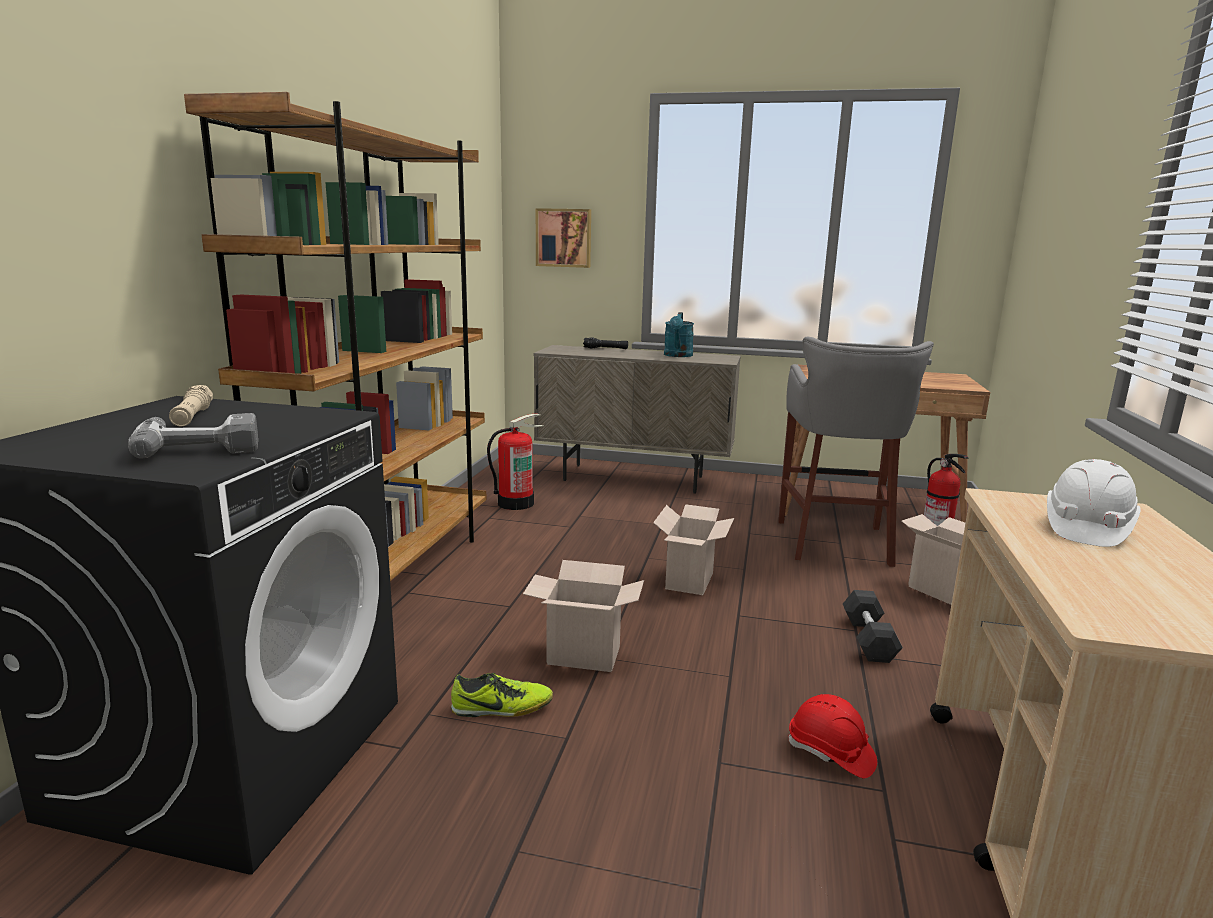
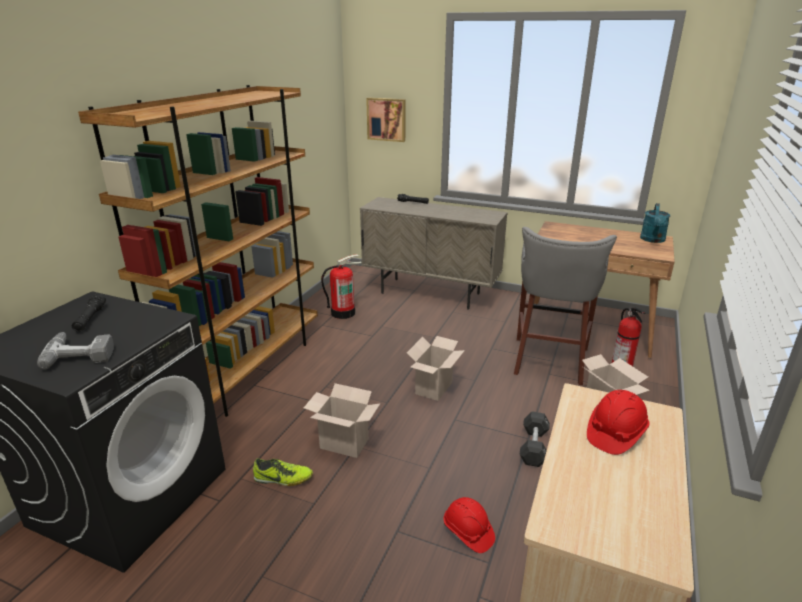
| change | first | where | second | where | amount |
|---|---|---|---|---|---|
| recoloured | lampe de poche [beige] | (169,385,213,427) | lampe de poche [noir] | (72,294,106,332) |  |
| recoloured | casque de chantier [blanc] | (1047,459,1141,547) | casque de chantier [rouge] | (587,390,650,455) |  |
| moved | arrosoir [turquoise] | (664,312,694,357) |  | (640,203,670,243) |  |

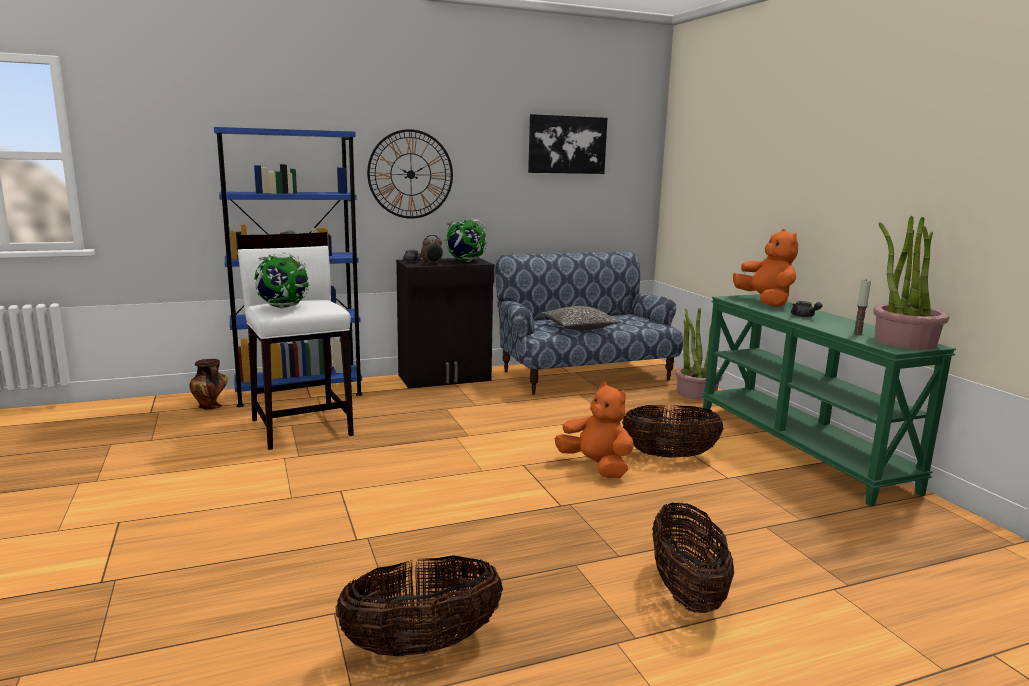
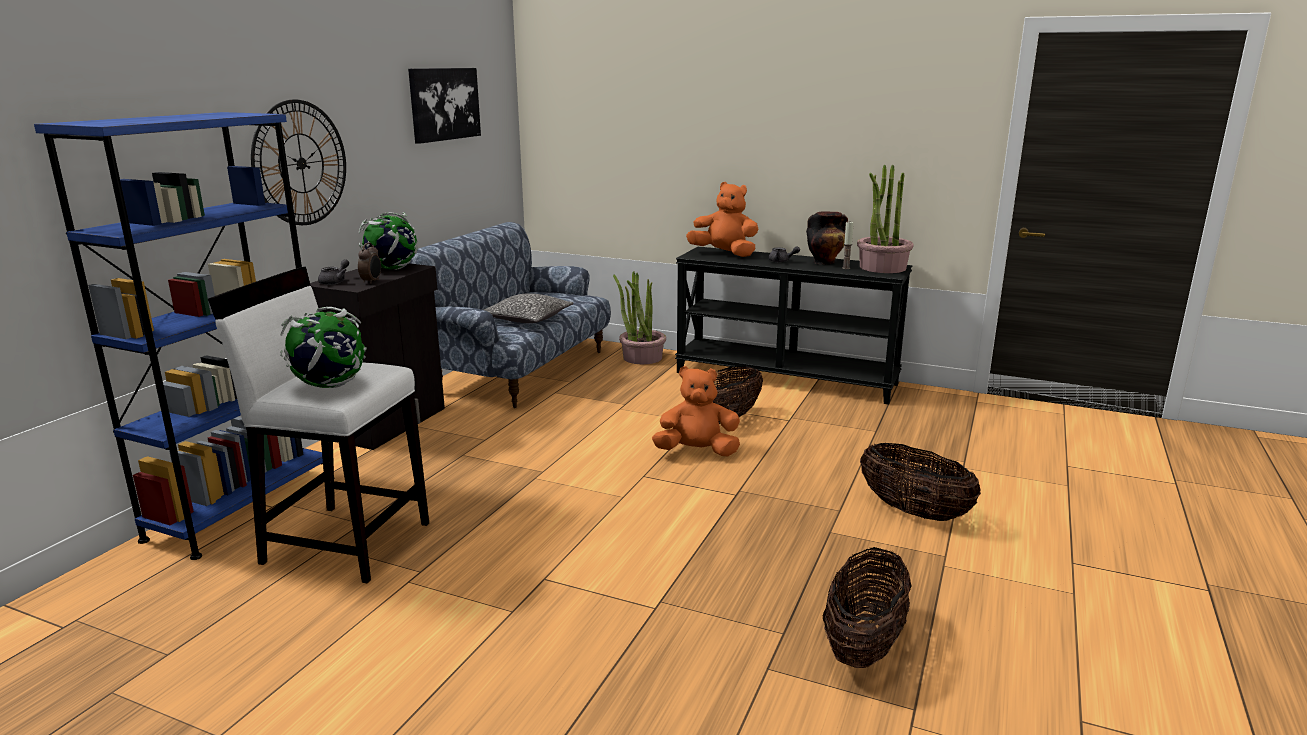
| change | first | where | second | where | amount |
|---|---|---|---|---|---|
| recoloured | table console [vert] | (702,294,956,506) | table console [noir] | (675,247,912,405) |  |
| moved | vase | (189,359,228,410) |  | (806,211,848,265) |  |

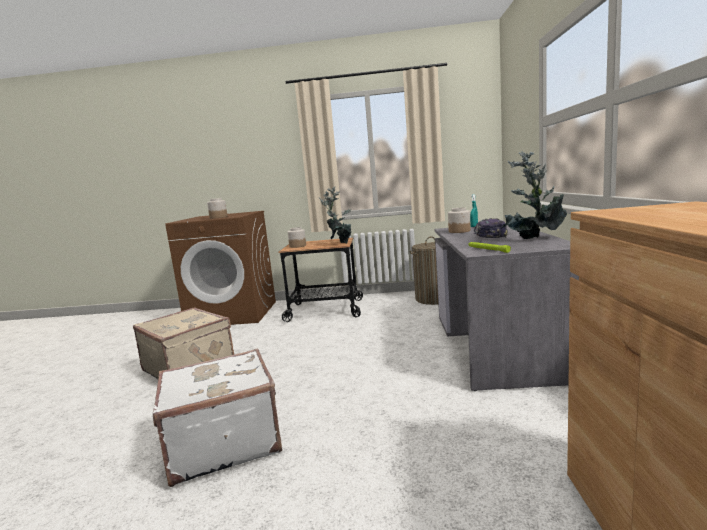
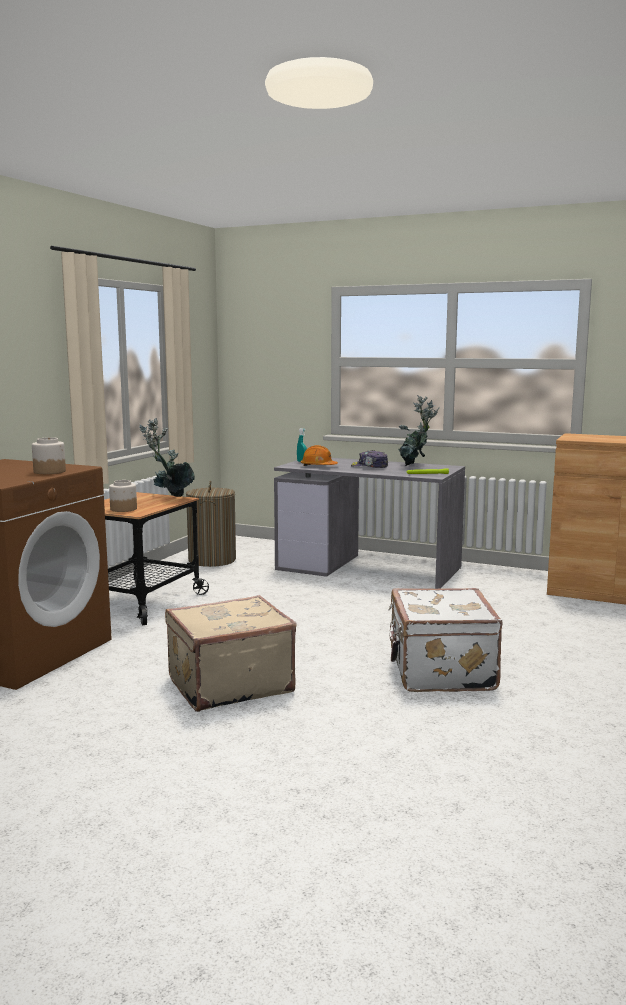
| change | first | where | second | where | amount |
|---|---|---|---|---|---|
| replaced | bocal | (448,208,471,233) | casque de chantier [orange] | (301,445,338,466) |  |

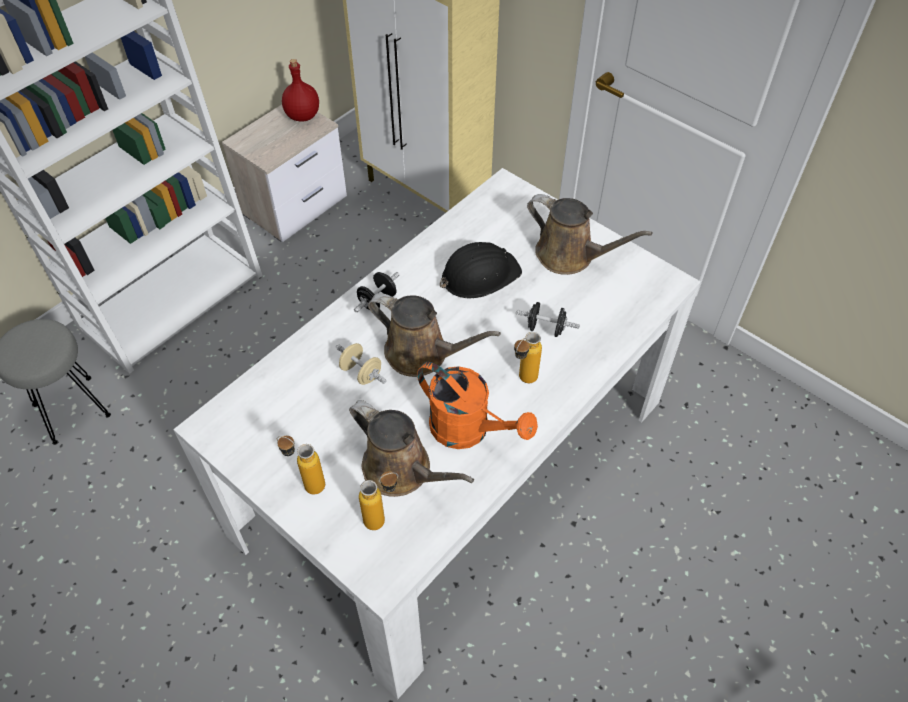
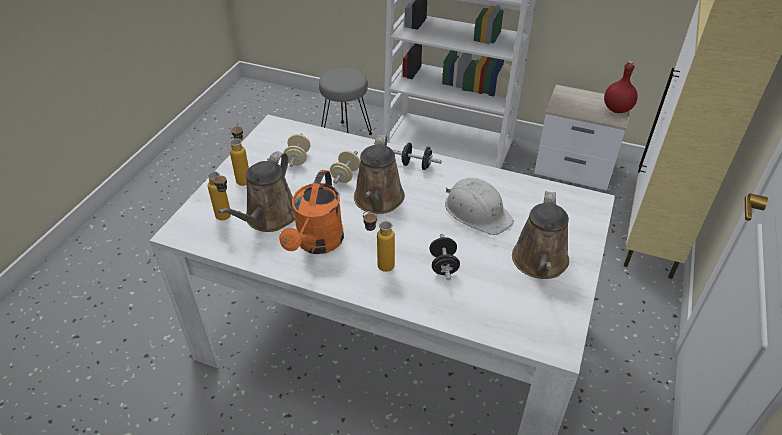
| change | first | where | second | where | amount |
|---|---|---|---|---|---|
| added |  |  | haltère [beige] | (284,134,310,167) |  |
| recoloured | casque de chantier [noir] | (440,242,522,299) | casque de chantier [blanc] | (445,178,514,235) |  |

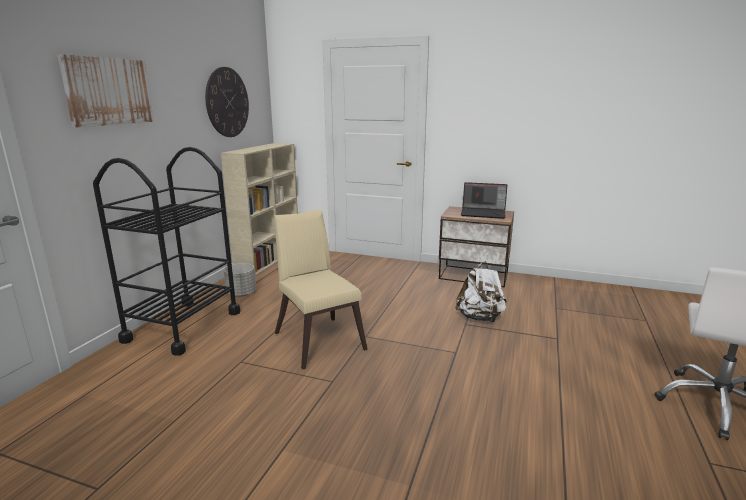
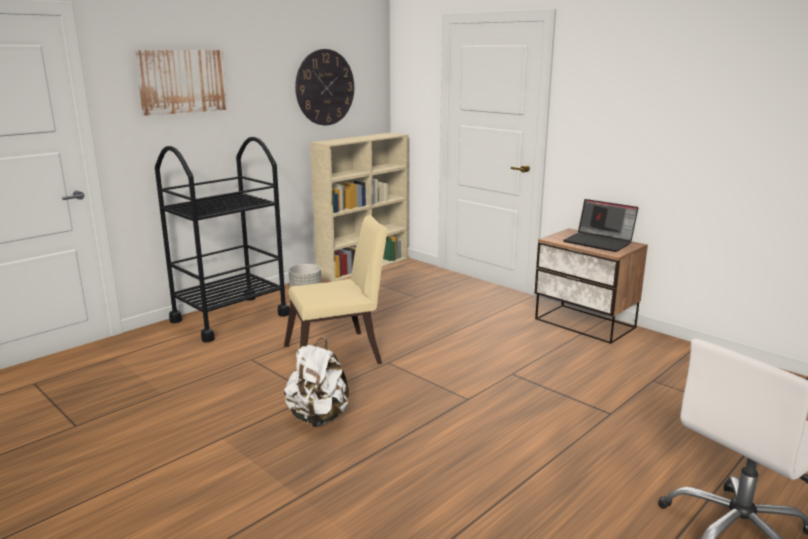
| change | first | where | second | where | amount |
|---|---|---|---|---|---|
| turned | chaise [beige] | (274,209,368,369) |  | (284,215,388,364) | 75 degrees clockwise |
| moved | sac à dos [blanc] | (455,261,507,323) |  | (284,338,349,427) |  |

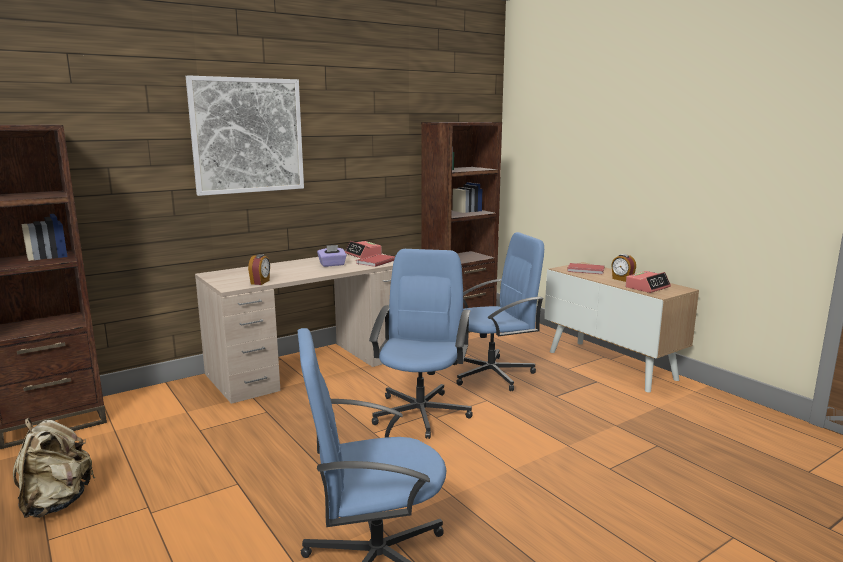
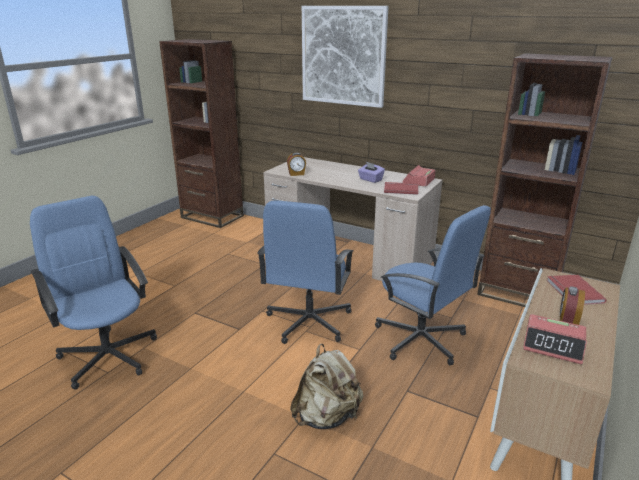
| change | first | where | second | where | amount |
|---|---|---|---|---|---|
| turned | chaise de bureau [bleu] | (369,249,473,439) |  | (257,201,353,344) | 120 degrees clockwise |
| moved | sac à dos [beige] | (13,418,95,518) |  | (290,344,363,429) |  |

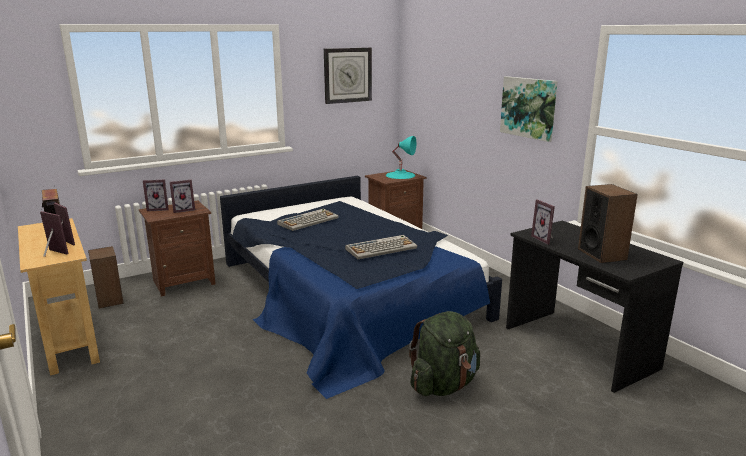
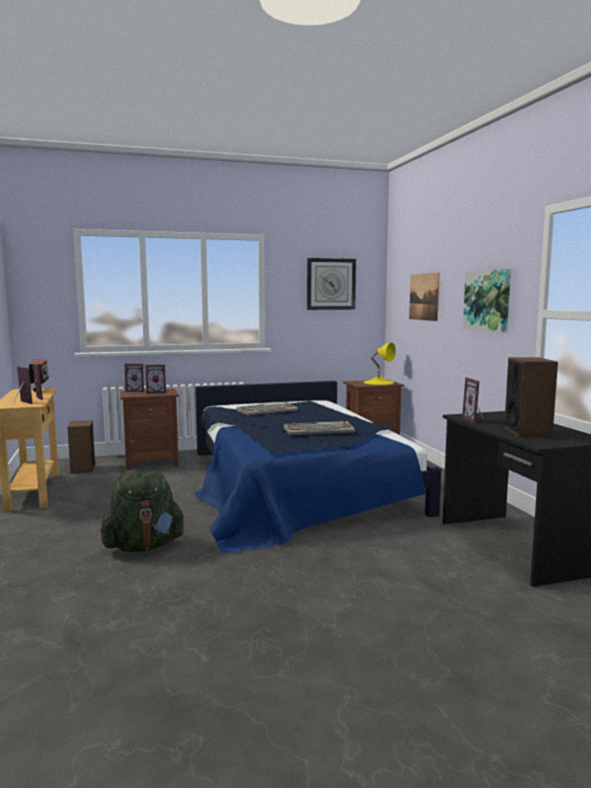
| change | first | where | second | where | amount |
|---|---|---|---|---|---|
| moved | sac à dos [vert] | (409,311,480,396) |  | (100,471,185,552) |  |
| recoloured | lampe de table [turquoise] | (386,136,416,179) | lampe de table [jaune] | (364,342,396,385) |  |
| added |  |  | tableau | (409,273,440,321) |  |

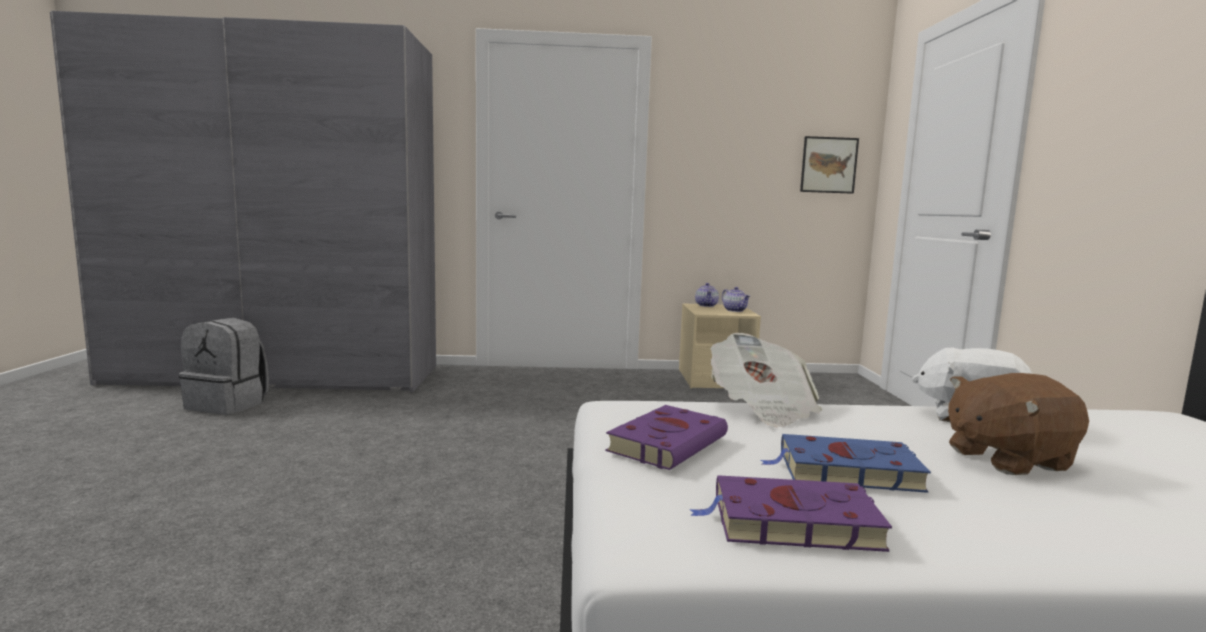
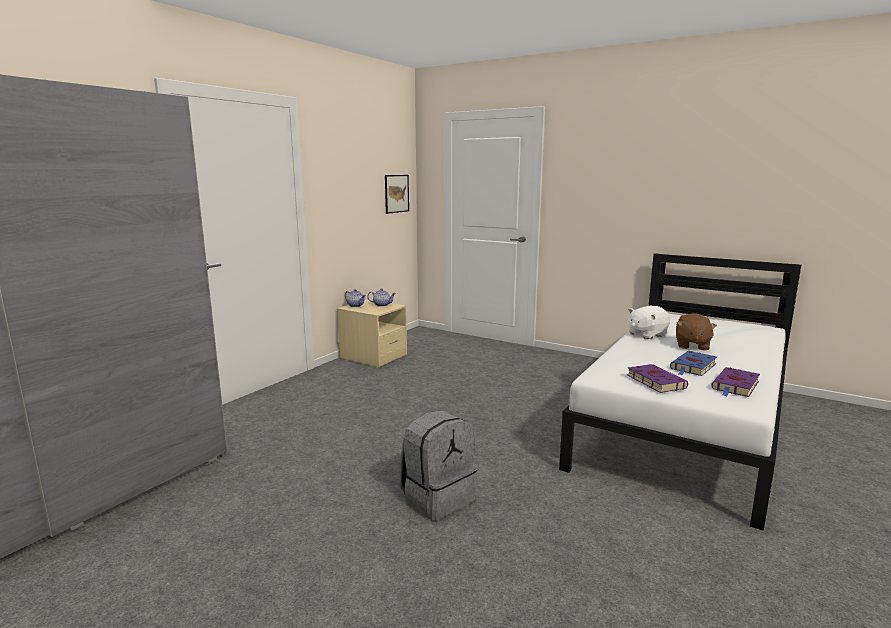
| change | first | where | second | where | amount |
|---|---|---|---|---|---|
| moved | sac à dos [gris] | (179,317,269,415) |  | (399,410,477,521) |  |
| removed | journal | (711,333,822,427) |  |  |  |

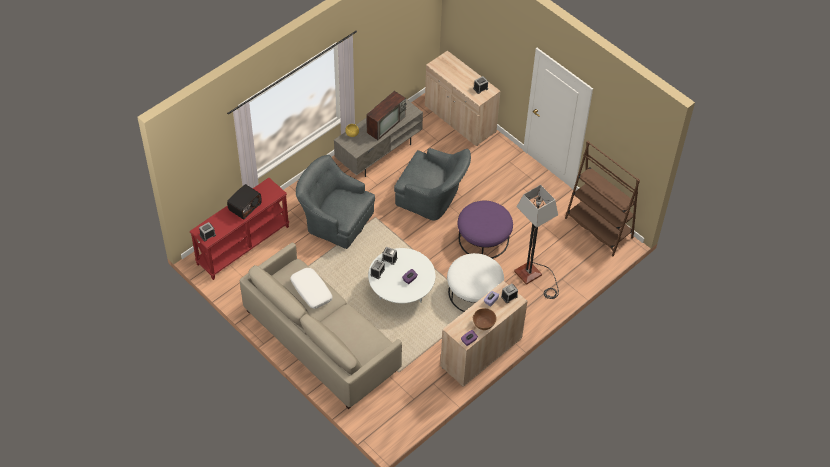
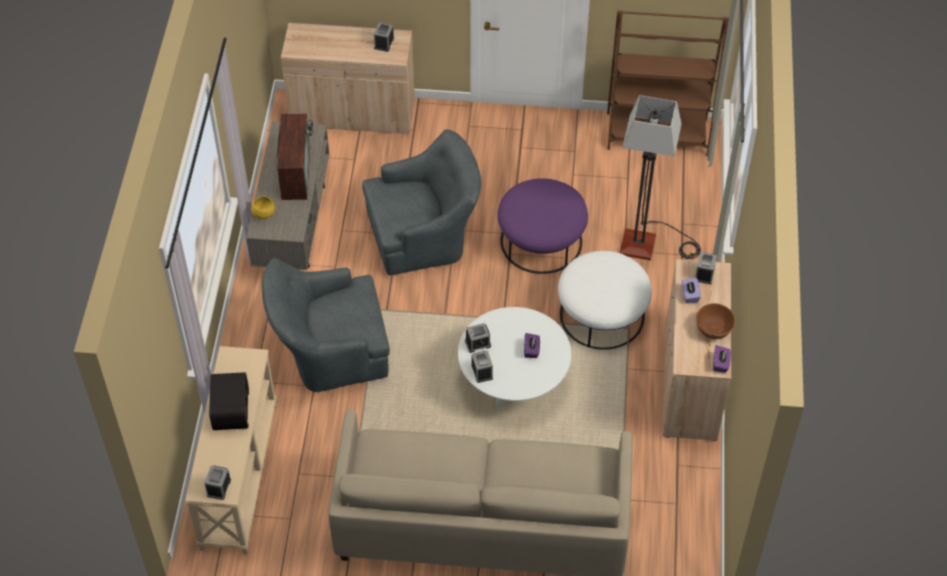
| change | first | where | second | where | amount |
|---|---|---|---|---|---|
| recoloured | table console [rouge] | (190,178,289,280) | table console [beige] | (185,346,277,555) |  |
| removed | coussin [blanc] | (290,268,333,309) |  |  |  |

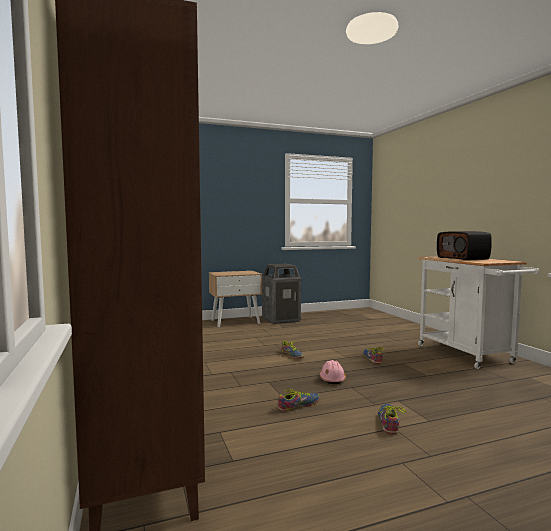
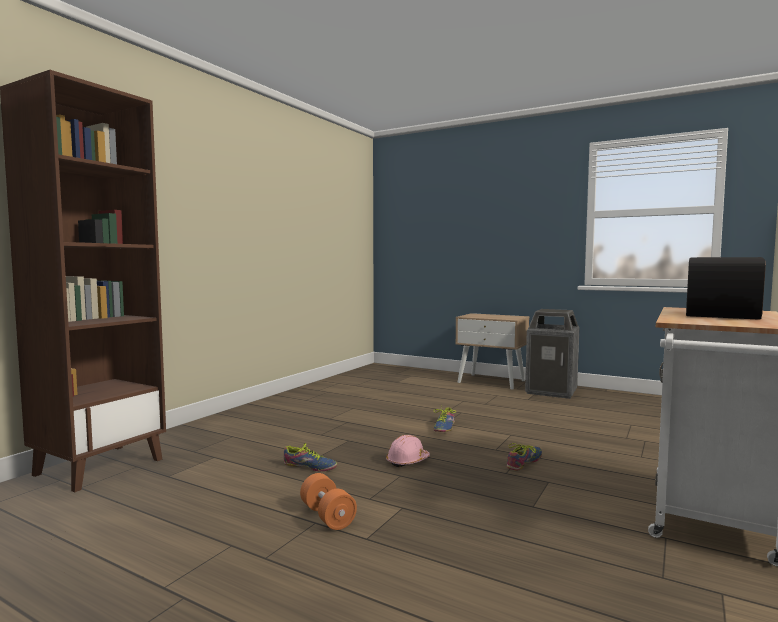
| change | first | where | second | where | amount |
|---|---|---|---|---|---|
| replaced | chaussure | (377,404,406,434) | haltère [orange] | (300,473,357,530) |  |

